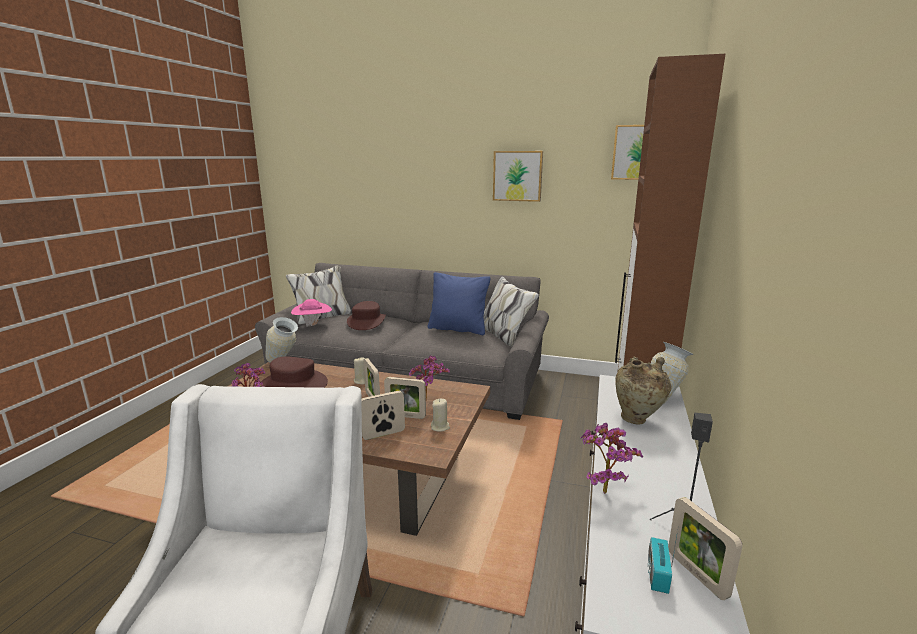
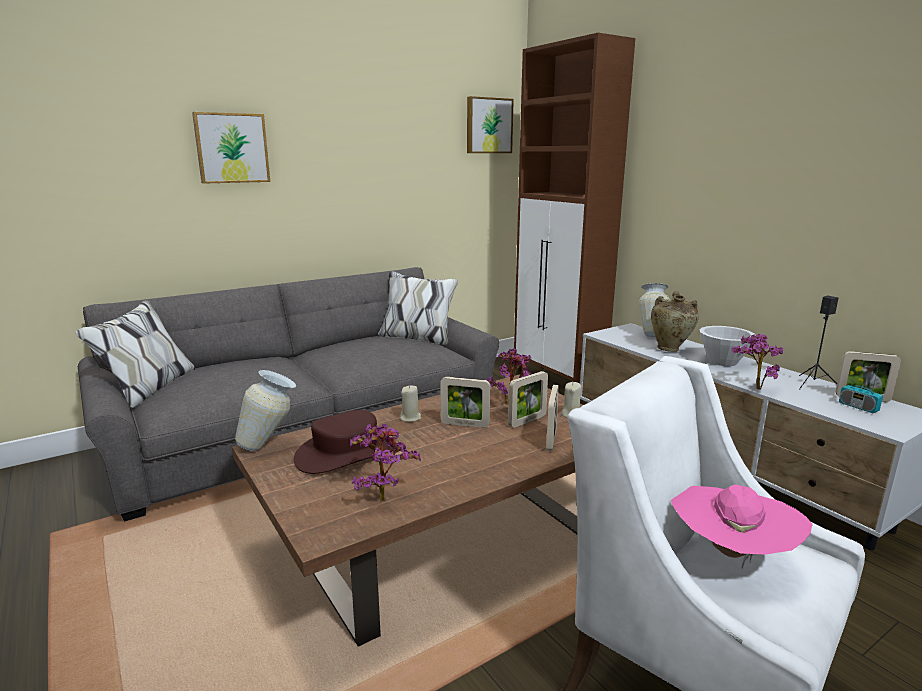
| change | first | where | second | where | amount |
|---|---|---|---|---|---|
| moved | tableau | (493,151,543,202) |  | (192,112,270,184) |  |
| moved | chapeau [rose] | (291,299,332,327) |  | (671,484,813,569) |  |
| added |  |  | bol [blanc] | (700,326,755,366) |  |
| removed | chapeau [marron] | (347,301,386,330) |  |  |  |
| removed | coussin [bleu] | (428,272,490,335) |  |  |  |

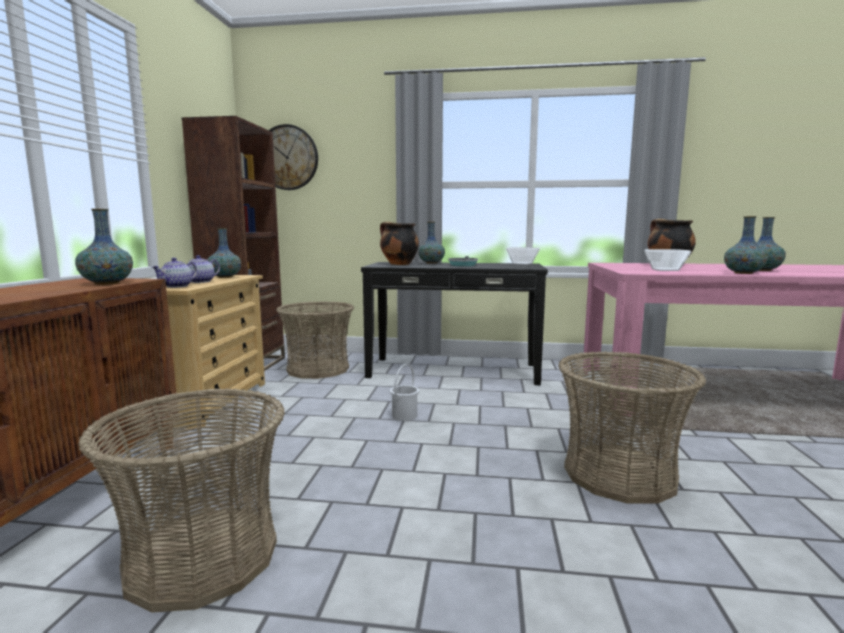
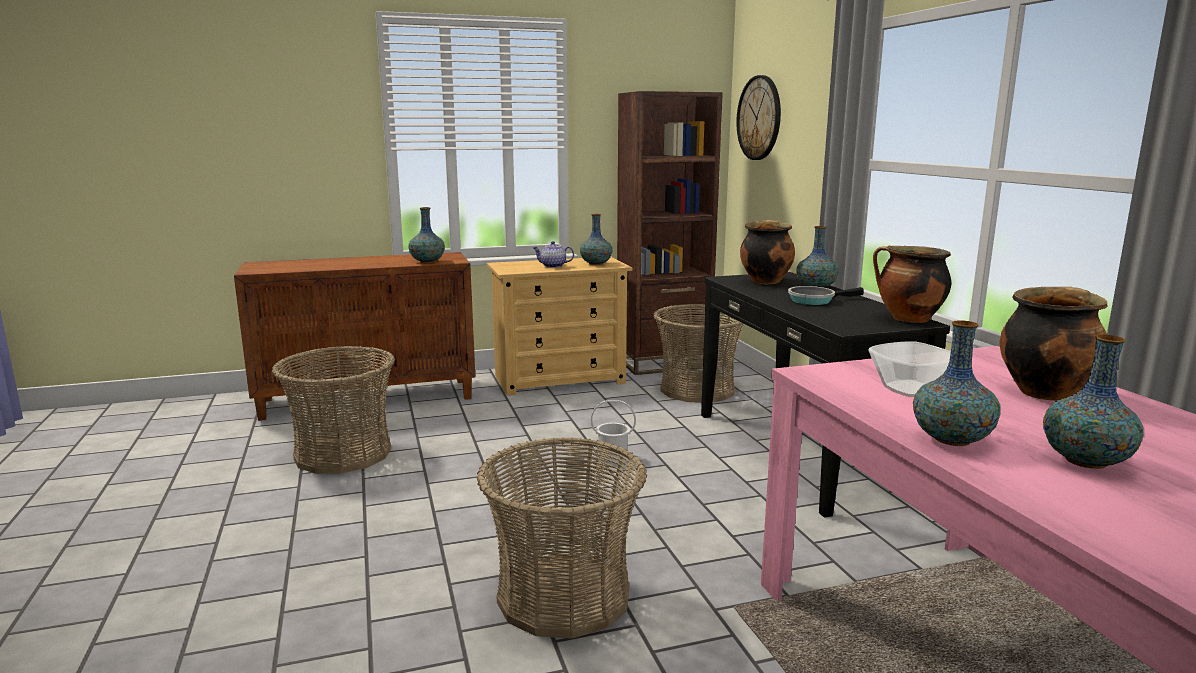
| change | first | where | second | where | amount |
|---|---|---|---|---|---|
| replaced | bol | (506,247,540,265) | marmite | (873,245,951,323) |  |
| removed | théière | (152,258,197,288) |  |  |  |

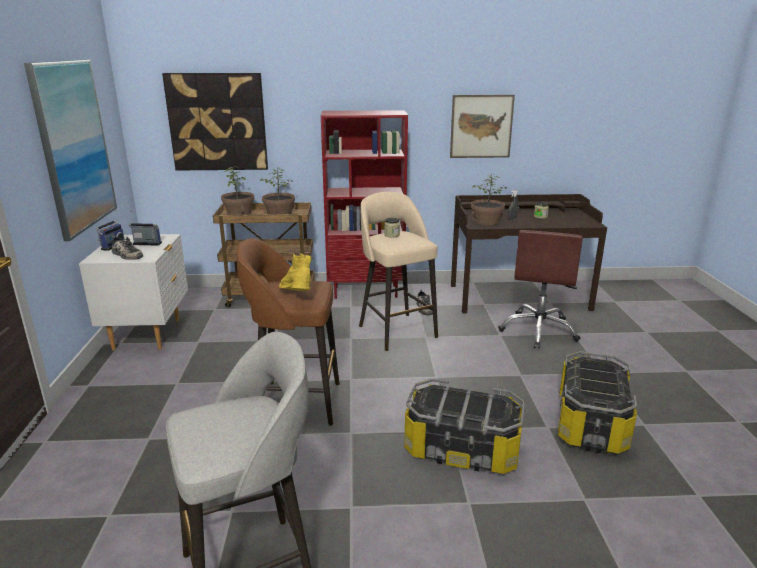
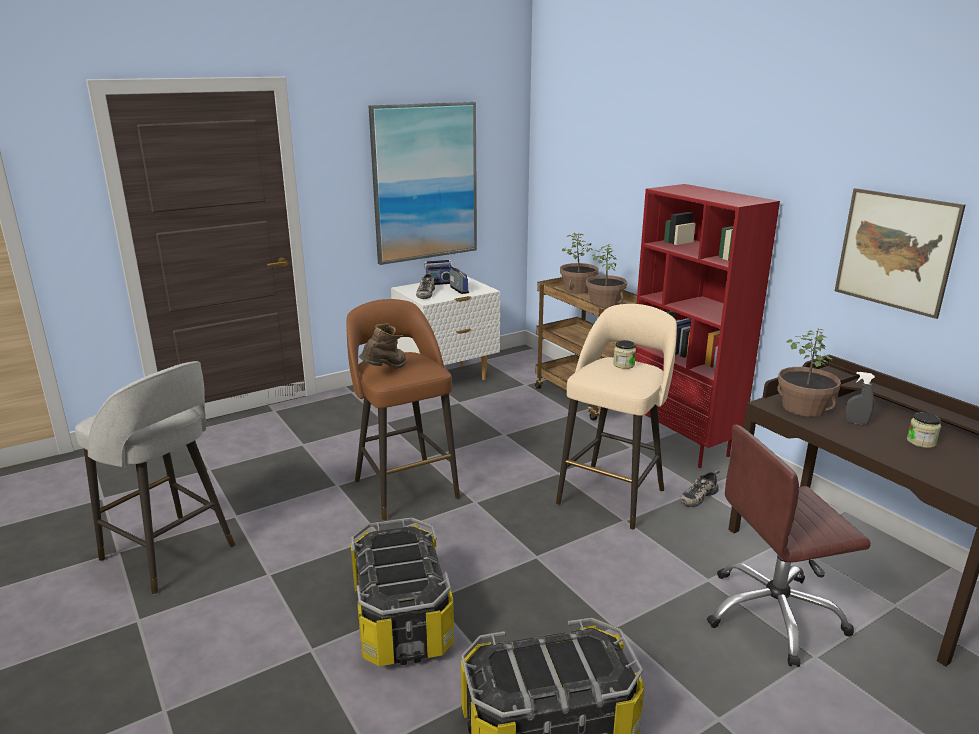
| change | first | where | second | where | amount |
|---|---|---|---|---|---|
| recoloured | botte [jaune] | (279,253,313,292) | botte [marron] | (359,323,407,369) |  |
| removed | tableau | (162,73,268,171) |  |  |  |

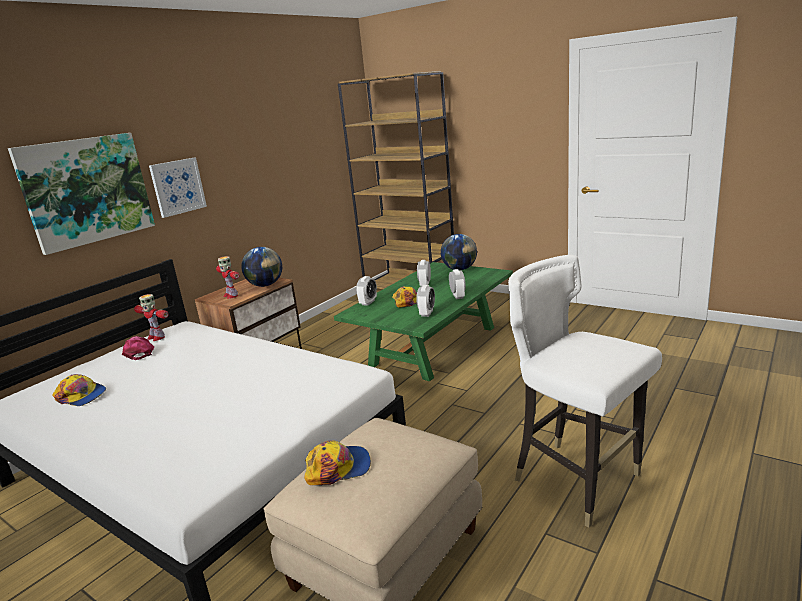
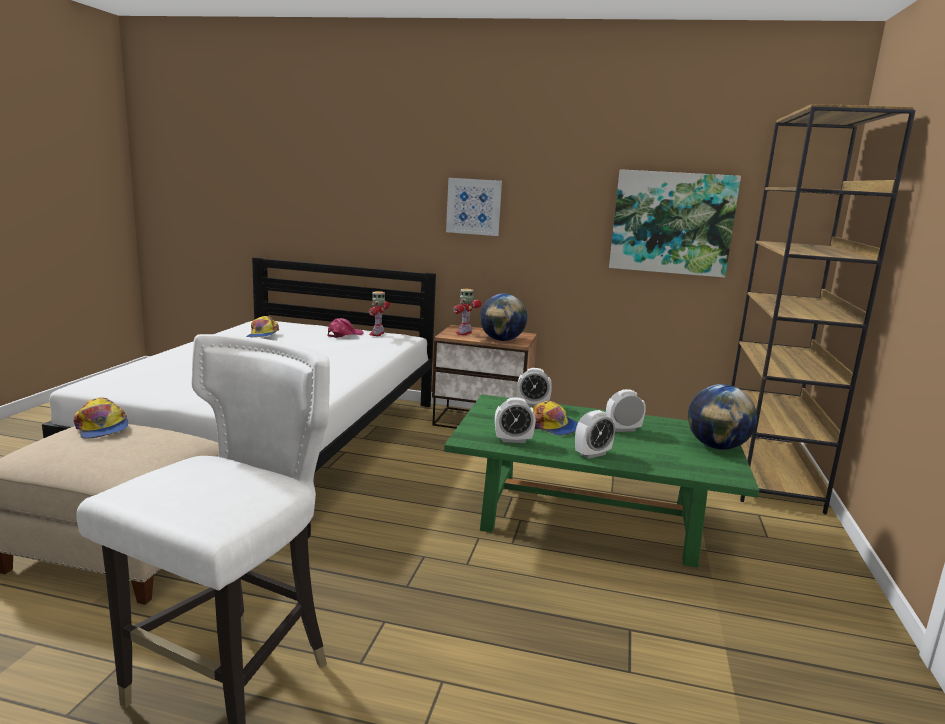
| change | first | where | second | where | amount |
|---|---|---|---|---|---|
| moved | tableau | (8,133,155,255) |  | (609,169,741,278) |  |

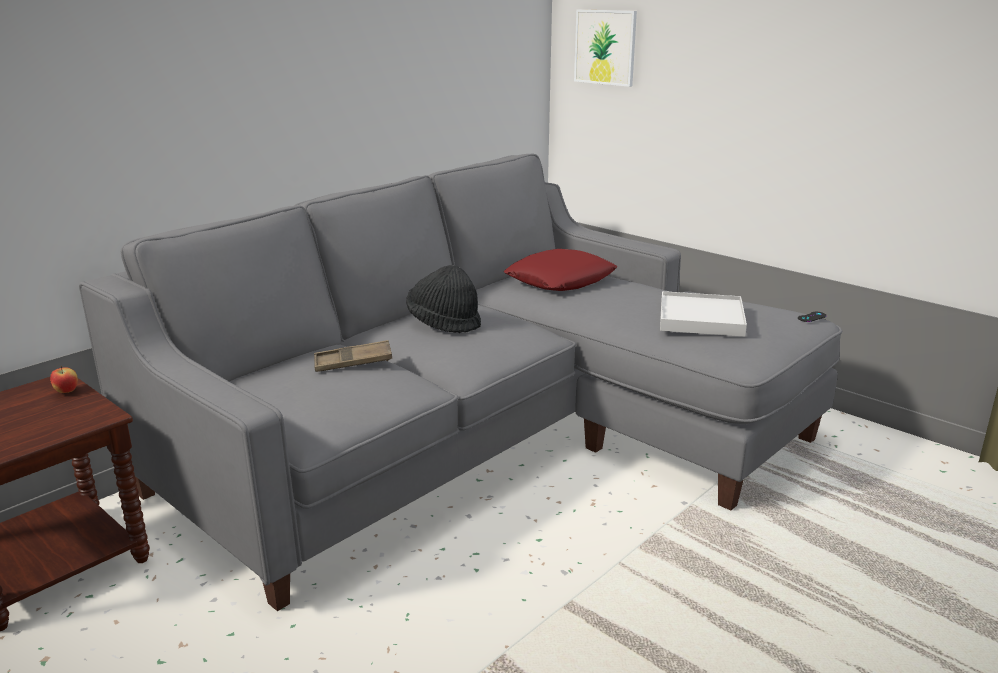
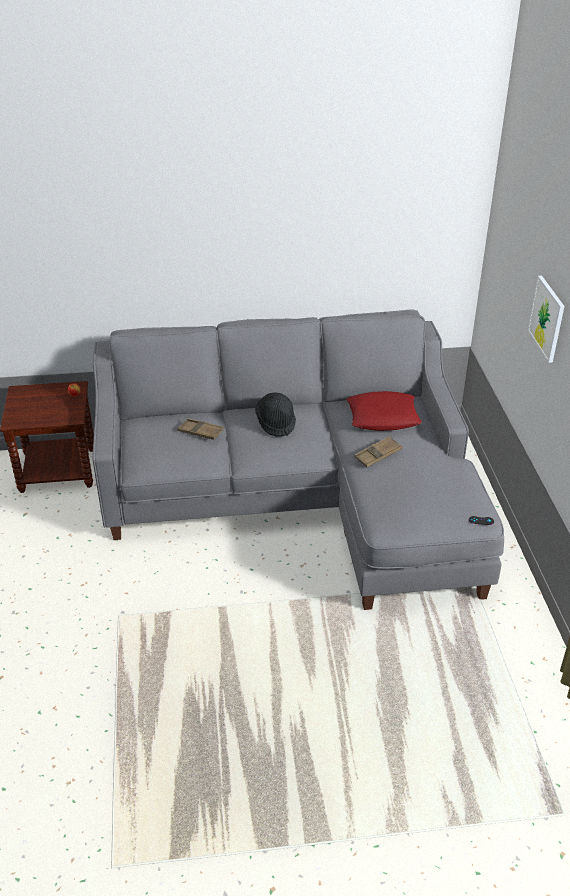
| change | first | where | second | where | amount |
|---|---|---|---|---|---|
| added |  |  | plateau [marron] | (354,436,402,467) |  |
| moved | tableau | (574,9,637,87) |  | (528,276,564,363) |  |
| removed | plateau [blanc] | (660,291,747,337) |  |  |  |

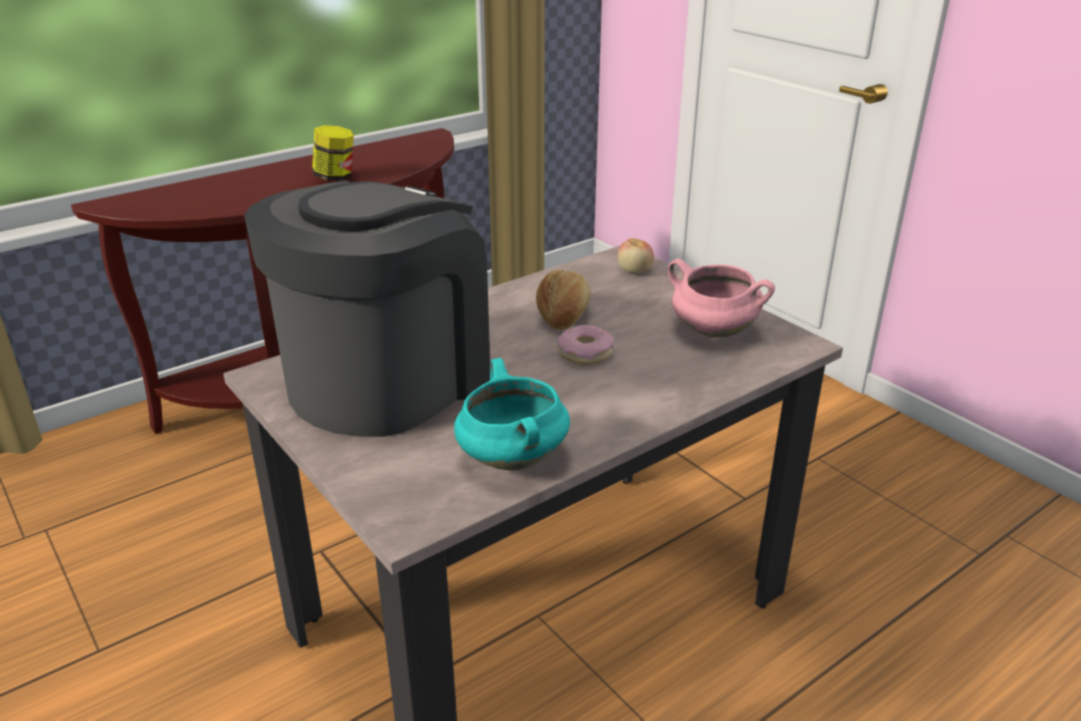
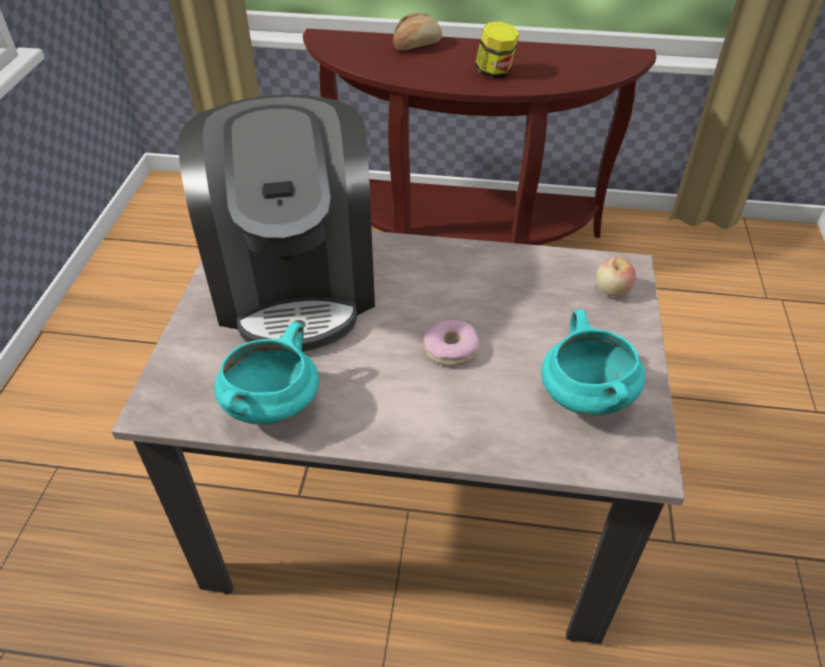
| change | first | where | second | where | amount |
|---|---|---|---|---|---|
| turned | machine à café | (244,181,490,437) |  | (178,95,375,352) | 90 degrees clockwise |
| moved | pain | (536,270,591,330) |  | (393,13,442,51) |  |
| recoloured | marmite [rose] | (668,259,775,338) | marmite [turquoise] | (541,309,645,416) |  |

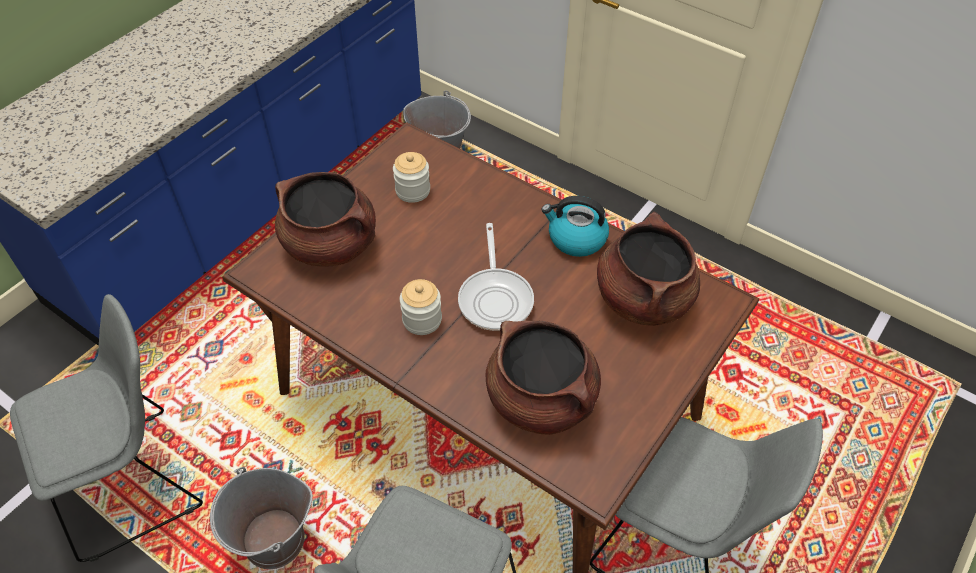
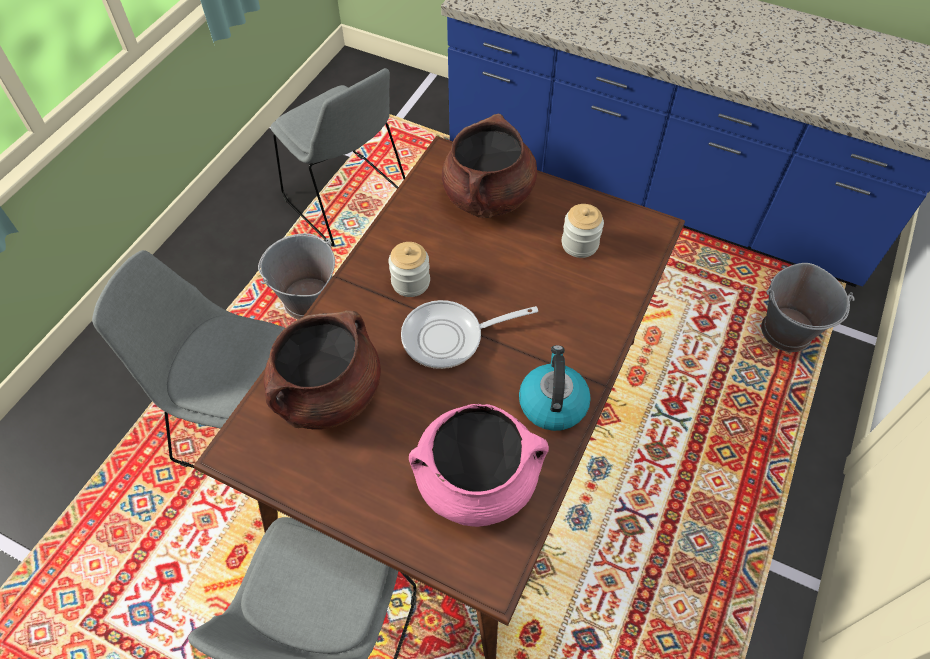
| change | first | where | second | where | amount |
|---|---|---|---|---|---|
| recoloured | marmite [marron] | (597,212,700,325) | marmite [rose] | (409,404,549,527) |  |

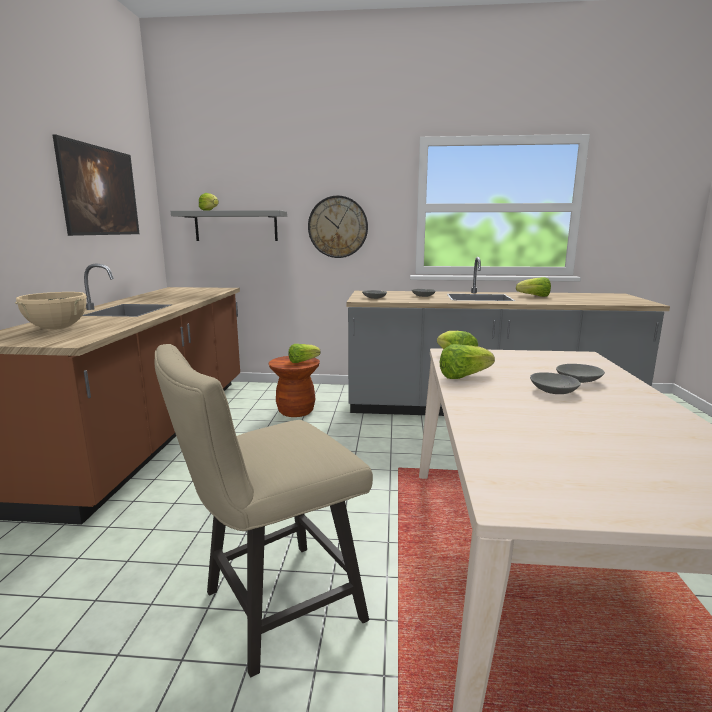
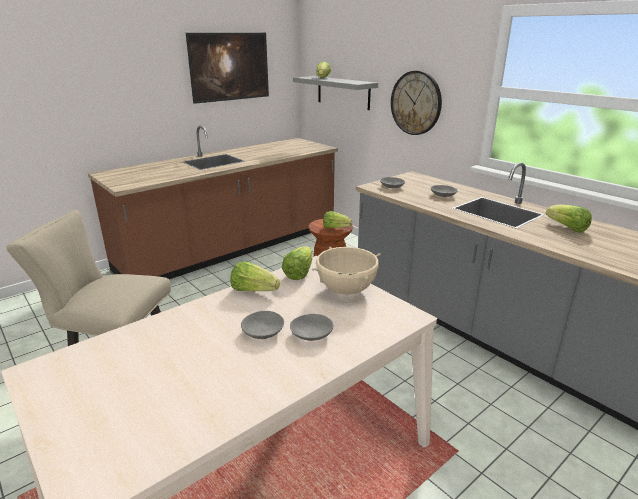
| change | first | where | second | where | amount |
|---|---|---|---|---|---|
| moved | marmite [beige] | (15,292,87,330) |  | (312,246,381,295) |  |

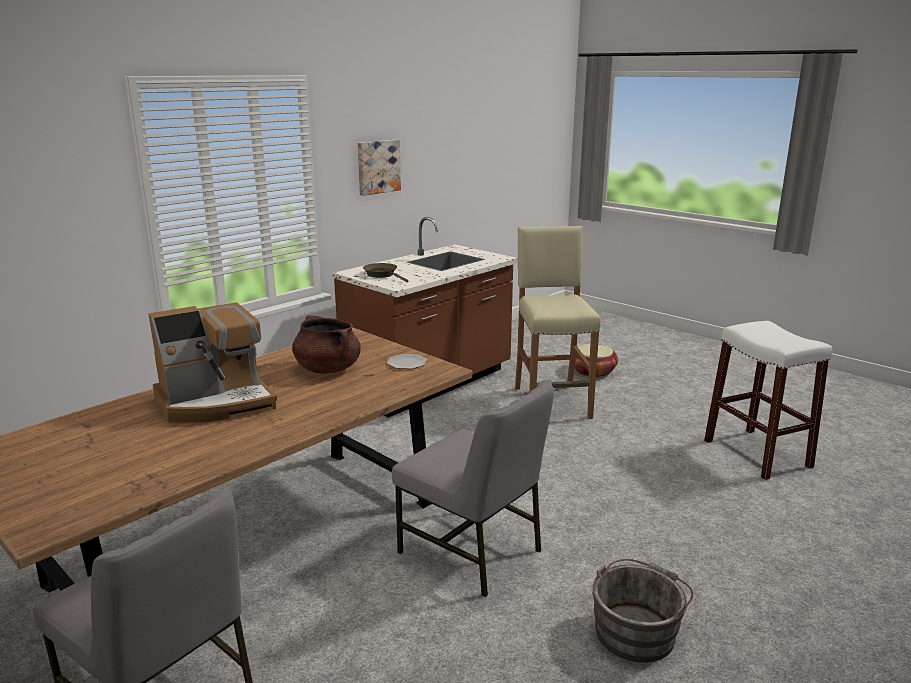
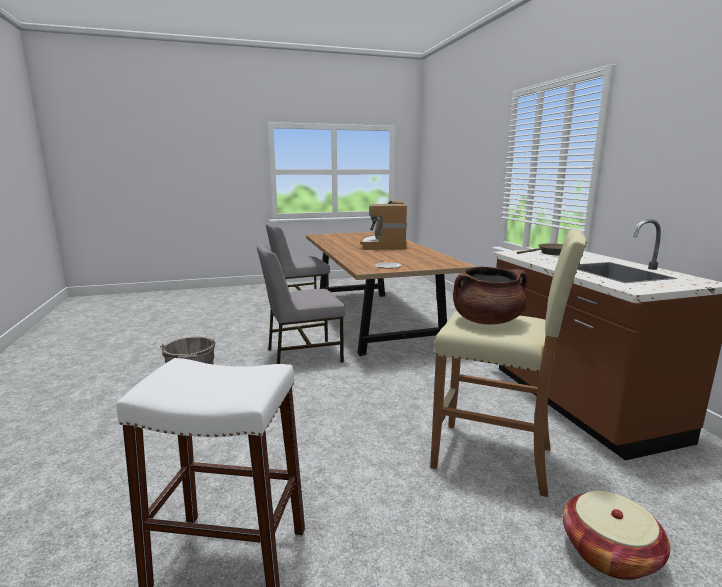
| change | first | where | second | where | amount |
|---|---|---|---|---|---|
| moved | marmite [marron] | (292,315,361,374) |  | (453,266,527,325) |  |
| removed | tableau | (358,140,401,196) |  |  |  |

